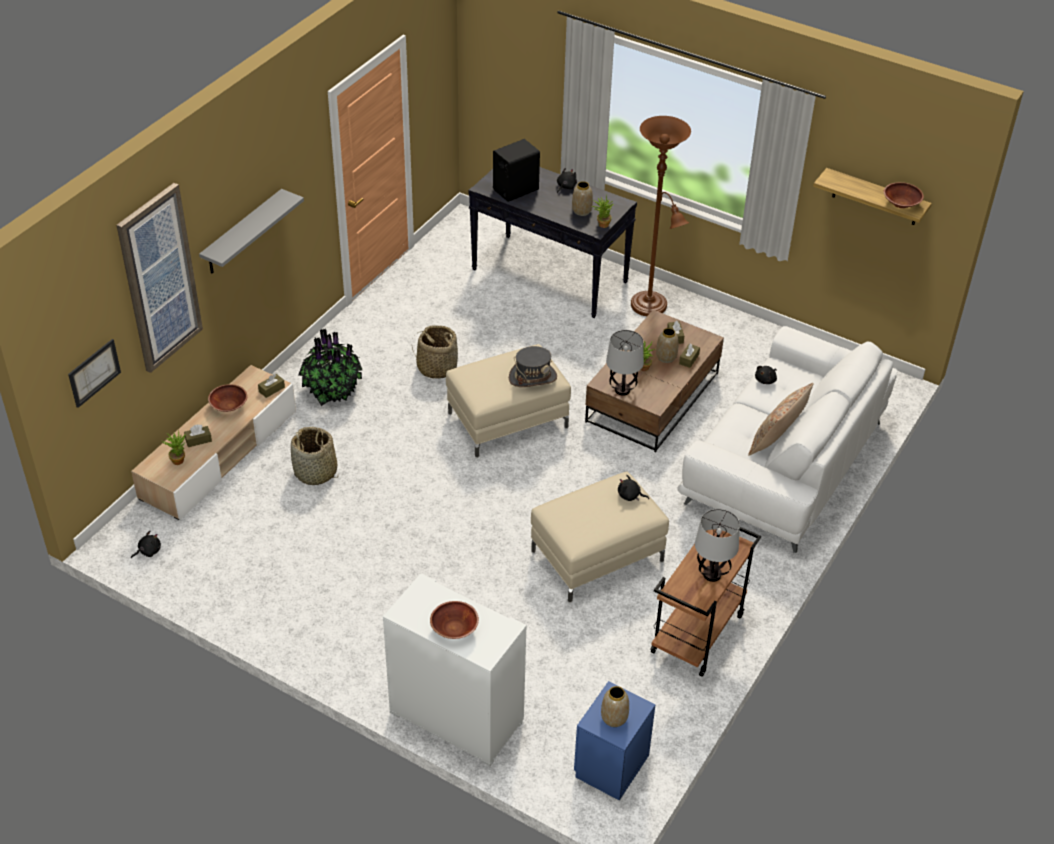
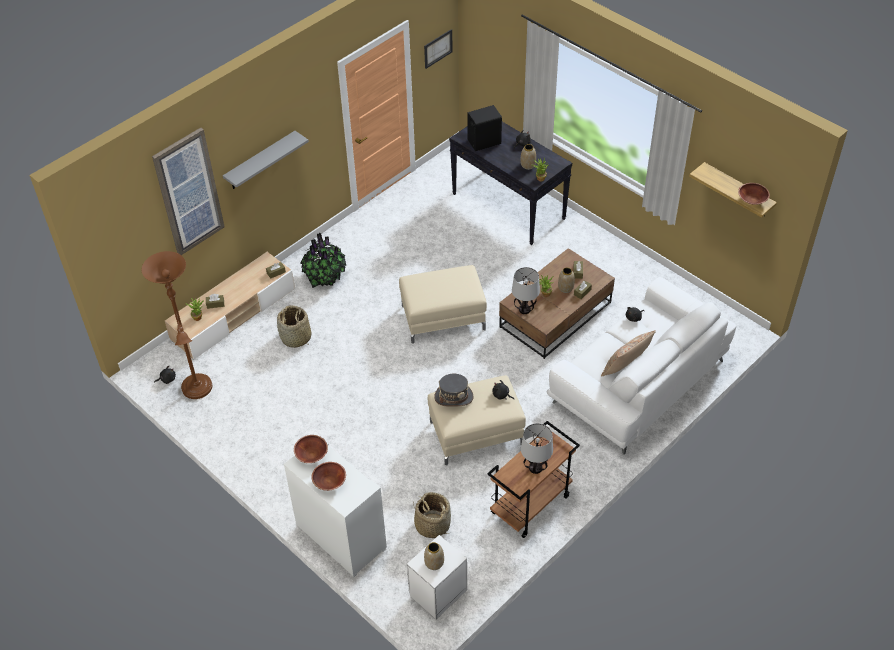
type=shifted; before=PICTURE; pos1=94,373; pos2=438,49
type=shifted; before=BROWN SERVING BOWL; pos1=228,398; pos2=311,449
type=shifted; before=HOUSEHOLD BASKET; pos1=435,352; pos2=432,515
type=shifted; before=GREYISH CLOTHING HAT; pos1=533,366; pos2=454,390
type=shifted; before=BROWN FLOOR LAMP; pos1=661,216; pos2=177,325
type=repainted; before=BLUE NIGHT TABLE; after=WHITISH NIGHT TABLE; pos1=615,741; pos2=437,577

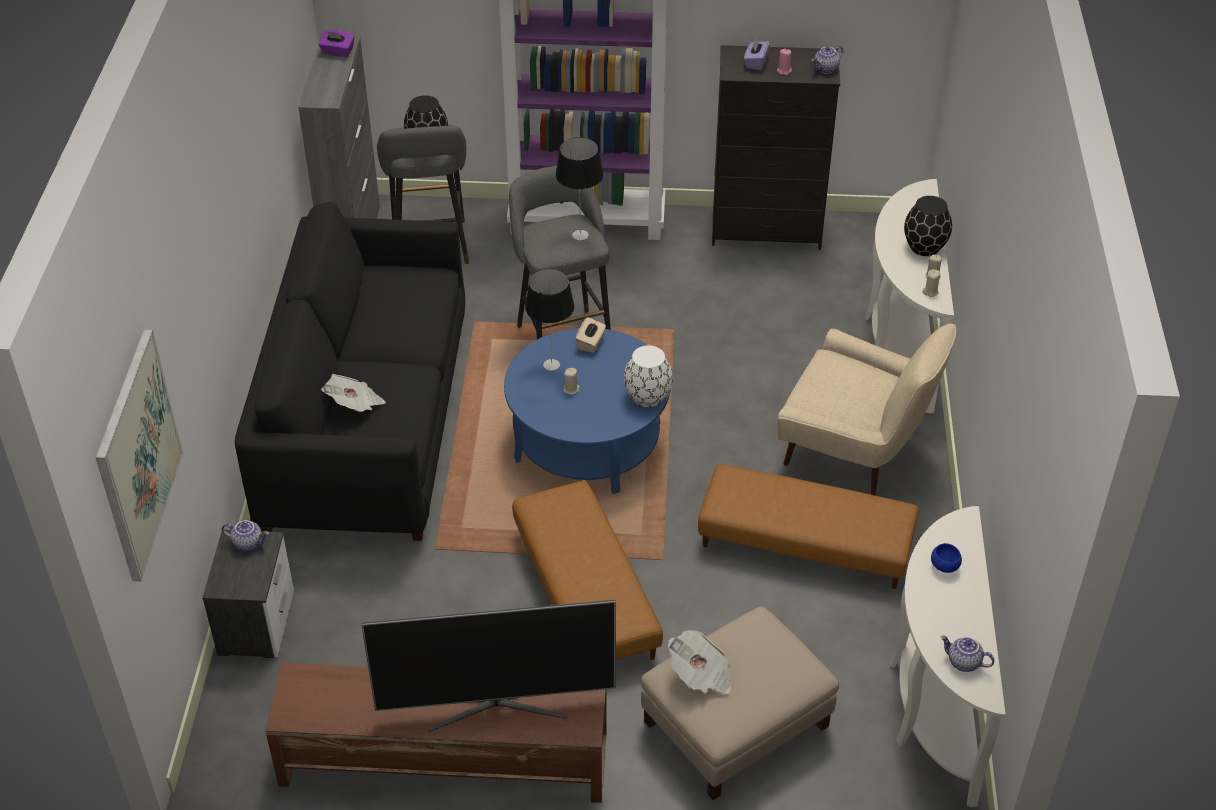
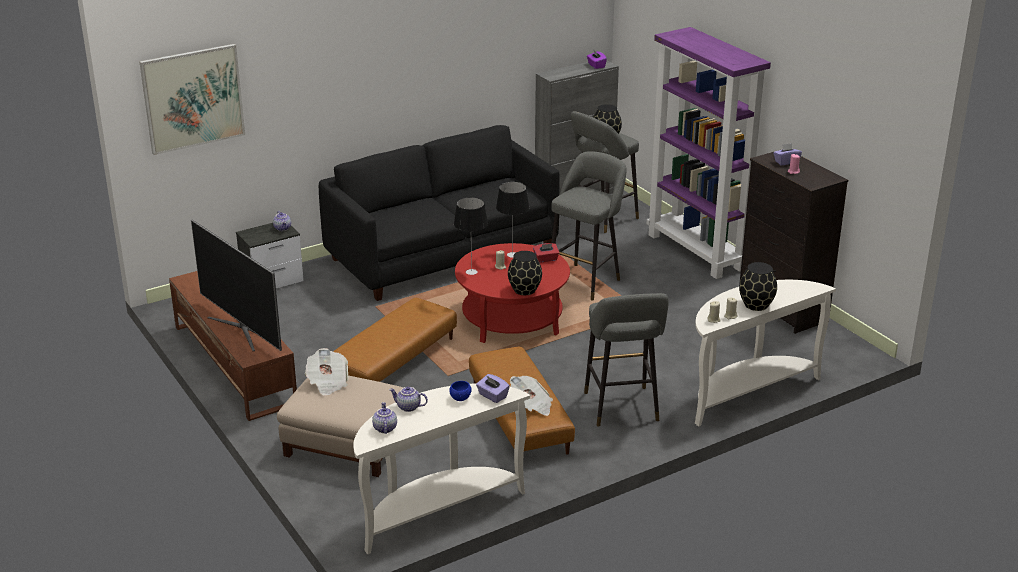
type=new; after=PURPLE TISSUE BOX; pos2=493,388
type=shifted; before=NEWSPAPER; pos1=353,393; pos2=531,396
type=shifted; before=TABLE LAMP; pos1=579,188; pos2=471,236
type=shifted; before=TEA POT; pos1=827,59; pos2=408,399
type=swapped; before=SAND-COLOURED LOUNGE CHAIR; after=GREYISH SITTING STOOL; pos1=867,409; pos2=626,360
type=repainted; before=BLUE COFFEE TABLE; after=RED COFFEE TABLE; pos1=587,411; pos2=512,293
type=repainted; before=SAND-COLOURED TISSUE BOX; after=RED TISSUE BOX; pos1=590,335; pos2=546,253
type=repainted; before=WHITISH DECORATIVE VASE; after=BLACK-COLOURED DECORATIVE VASE; pos1=648,376; pos2=525,273

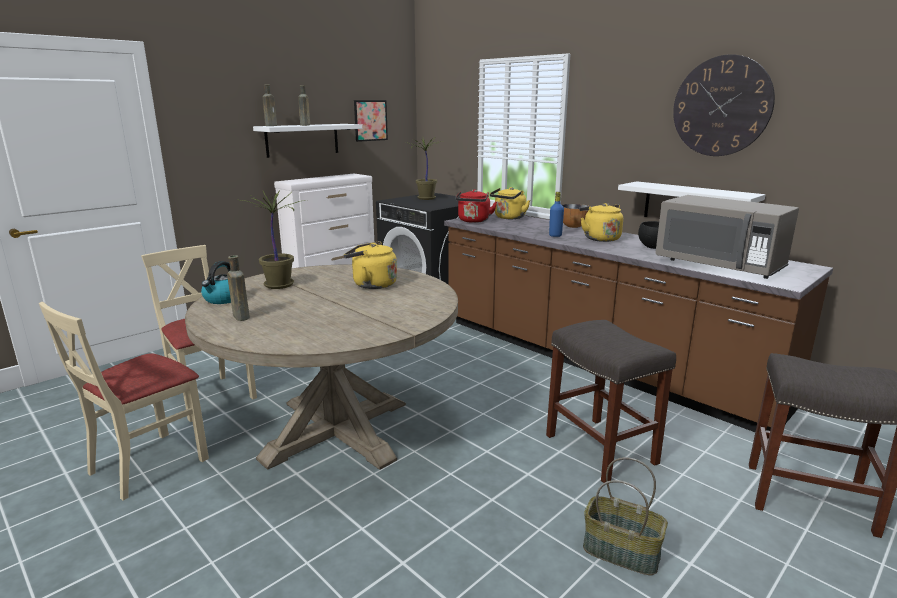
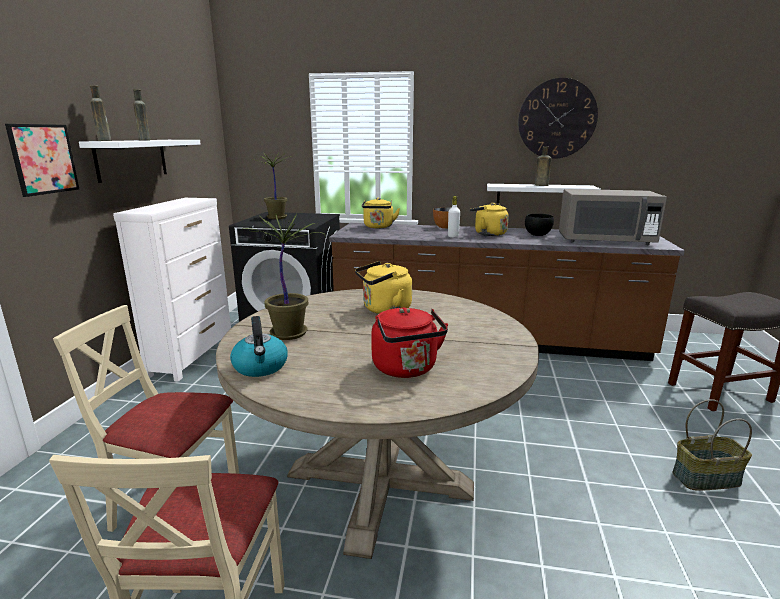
type=gone; before=GREYISH SITTING STOOL; pos1=611,401
type=shifted; before=BROWN BOTTLE; pos1=238,288; pos2=543,166
type=shifted; before=PICTURE; pos1=371,121; pos2=42,160
type=shifted; before=RED TEA KETTLE; pos1=476,206; pos2=409,342
type=repainted; before=BLUE BOTTLE; after=WHITISH BOTTLE; pos1=556,214; pos2=454,216

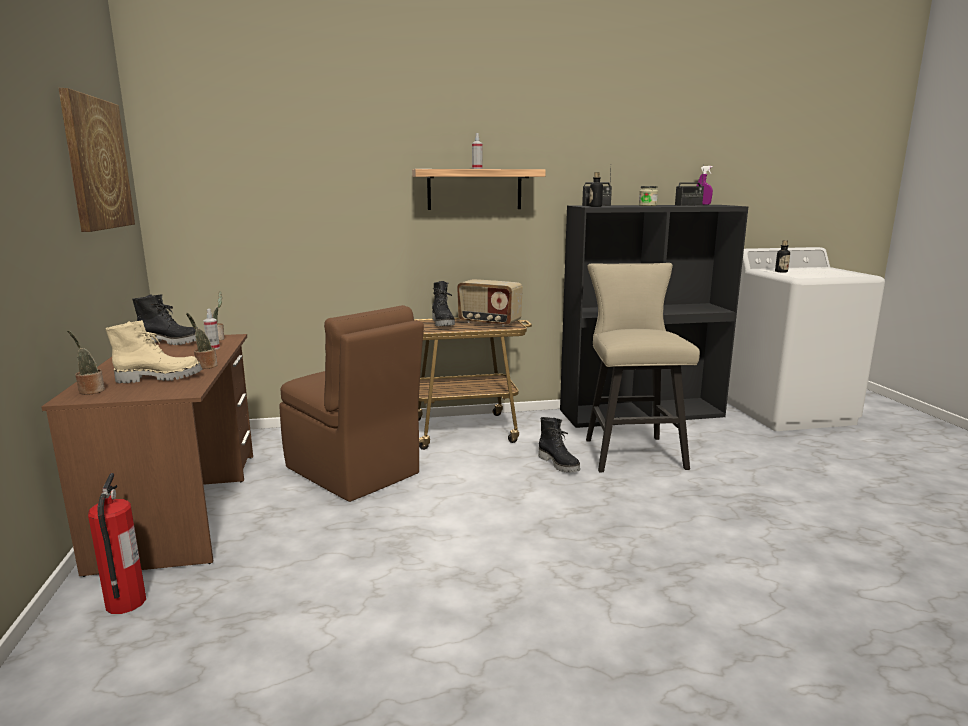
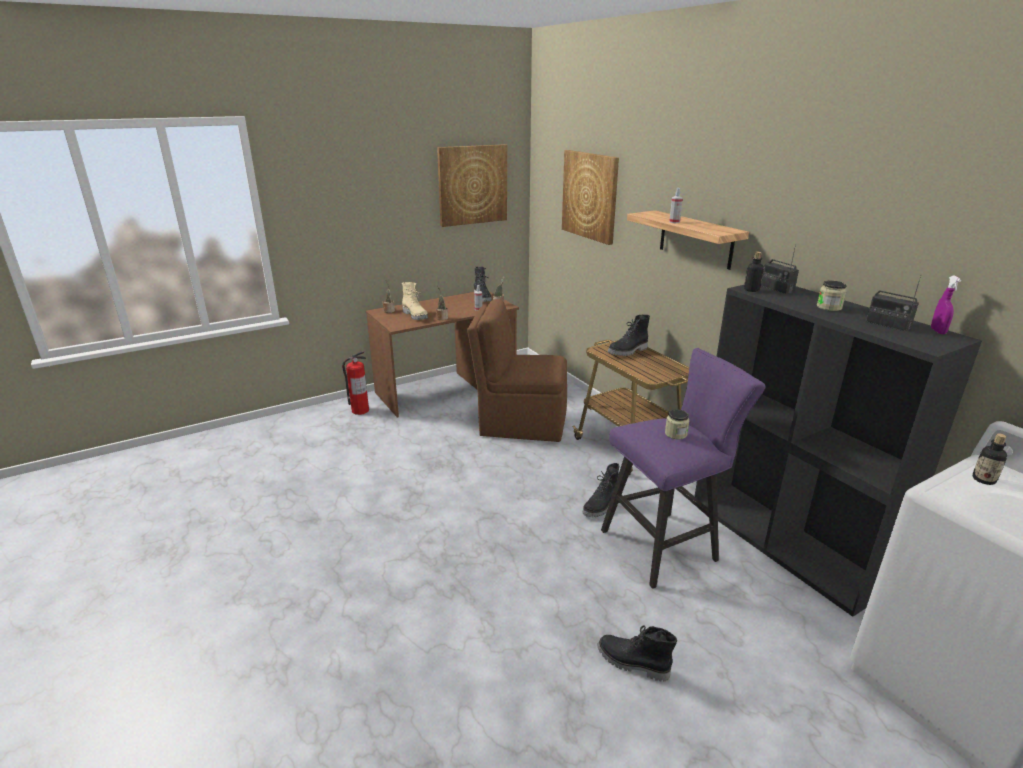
type=gone; before=RADIO RECEIVER; pos1=490,303
type=new; after=PICTURE; pos2=590,197
type=new; after=BLACK-COLOURED BOOT; pos2=637,653
type=new; after=STORAGE JAR; pos2=677,424
type=repainted; before=SAND-COLOURED SITTING STOOL; after=PURPLE SITTING STOOL; pos1=643,367; pos2=683,468
type=rotated; before=BROWN UPRIGHT CHAIR; pos1=351,403; pos2=517,370; turn=75

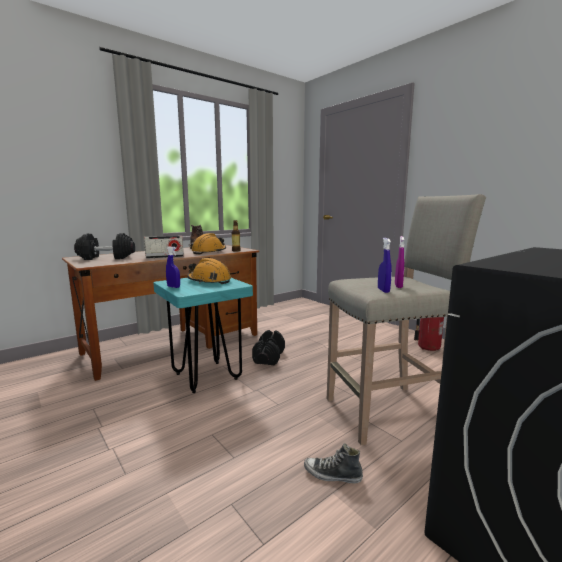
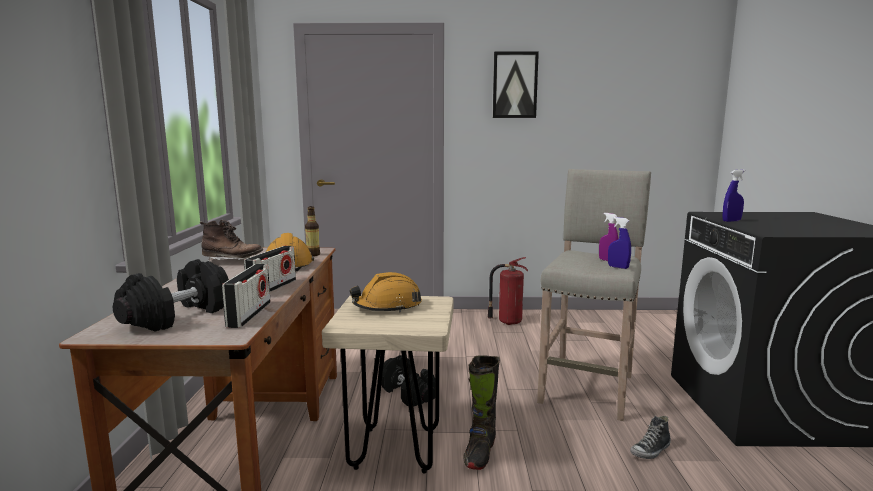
type=new; after=RADIO RECEIVER; pos2=246,296
type=new; after=BLACK-COLOURED BOOT; pos2=481,412
type=new; after=PICTURE; pos2=516,84
type=shifted; before=BLUE SPRAYER; pos1=173,267; pos2=734,196
type=repainted; before=BLUE-GREEN SITTING STOOL; after=SAND-COLOURED SITTING STOOL; pos1=203,335; pos2=387,383

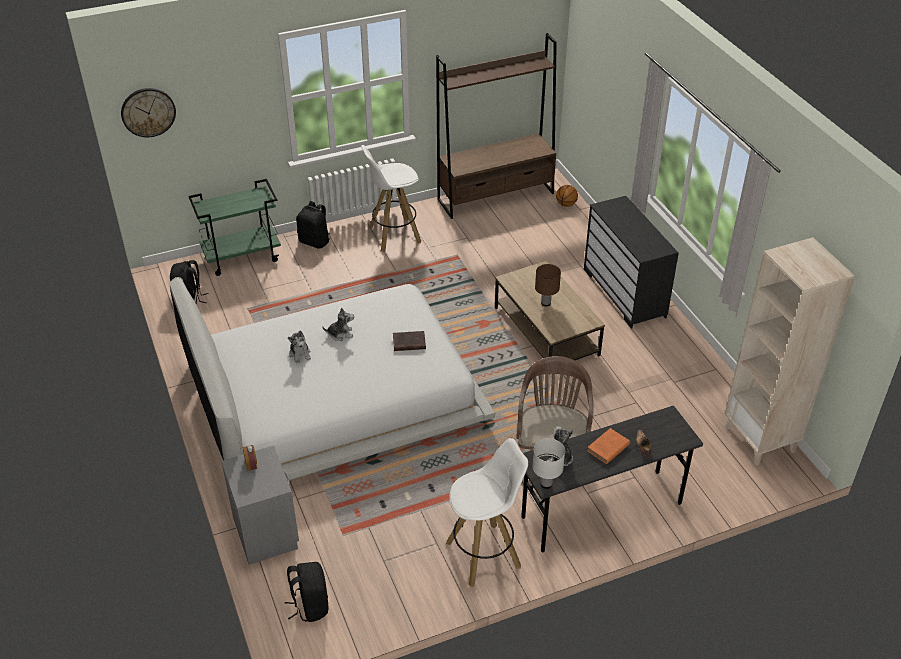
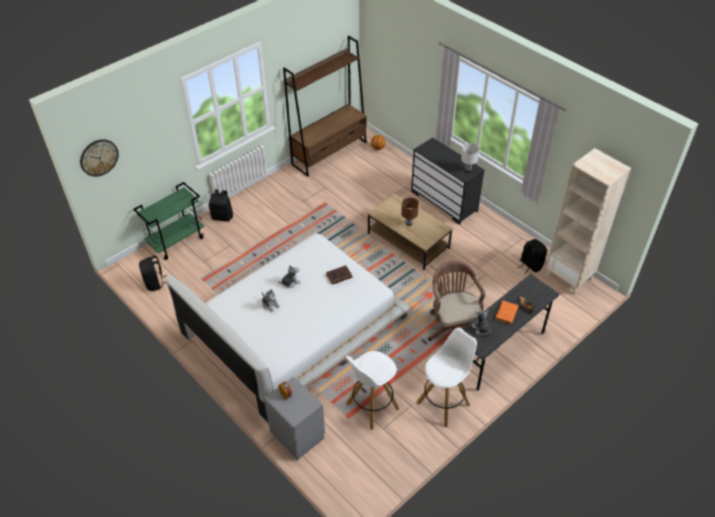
type=shifted; before=BLACK-COLOURED KNAPSACK; pos1=306,592; pos2=532,256
type=shifted; before=WHITISH SITTING STOOL; pos1=391,198; pos2=372,390
type=shifted; before=WHITISH TABLE LAMP; pos1=548,463; pos2=470,157

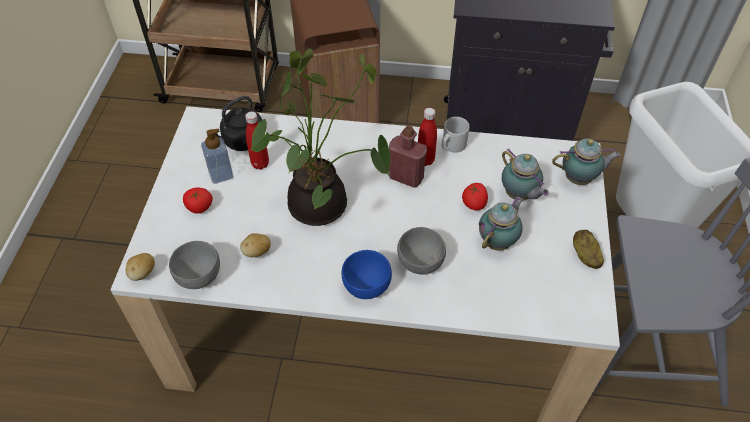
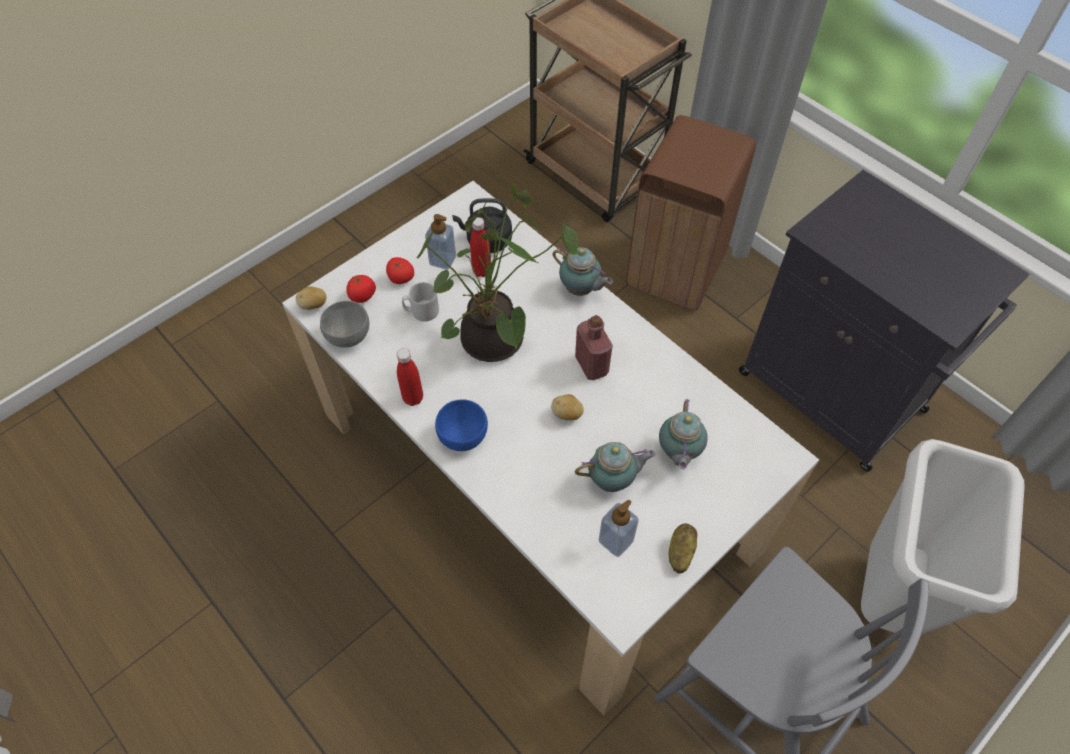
type=gone; before=GREYISH SERVING BOWL; pos1=421,251
type=new; after=SOAP DISPENSER; pos2=618,528
type=shifted; before=WHOLE POTATO; pos1=255,245; pos2=567,407
type=shifted; before=RED BOTTLE; pos1=427,137; pos2=410,377
type=shifted; before=GREYISH COFFEE MUG; pos1=455,134; pos2=420,302
type=shifted; before=FRESH TOMATO; pos1=475,196; pos2=361,289
type=shifted; before=TEA POT; pos1=586,162; pos2=583,271

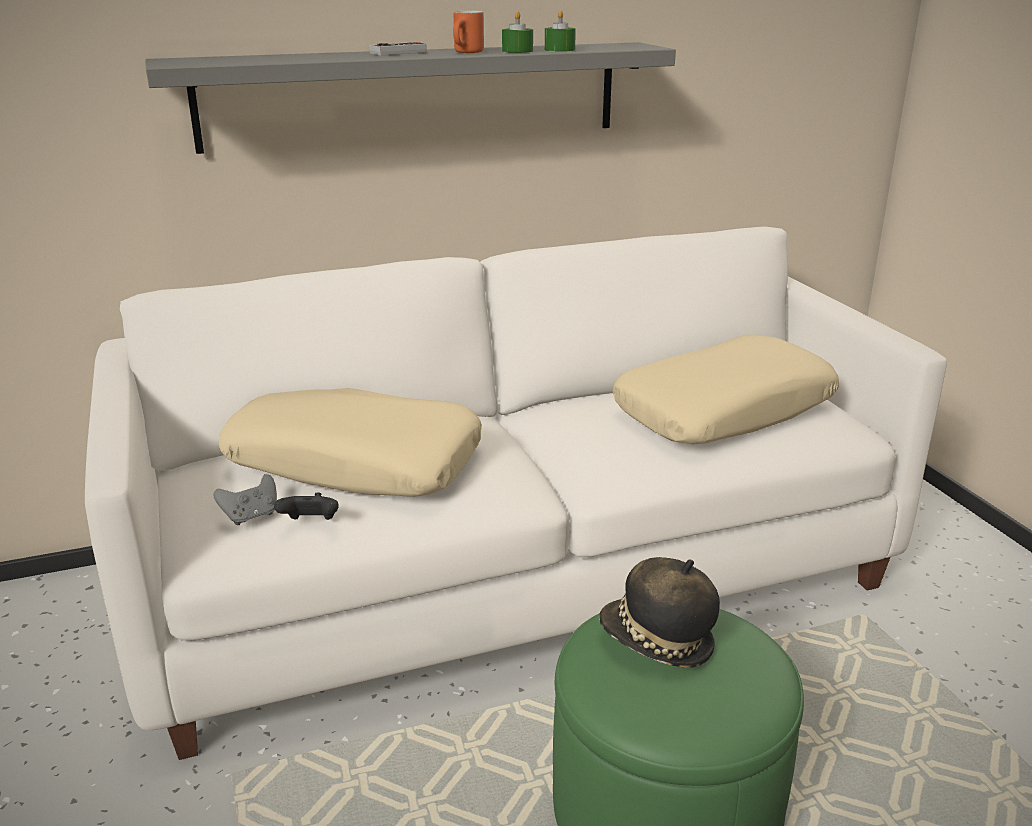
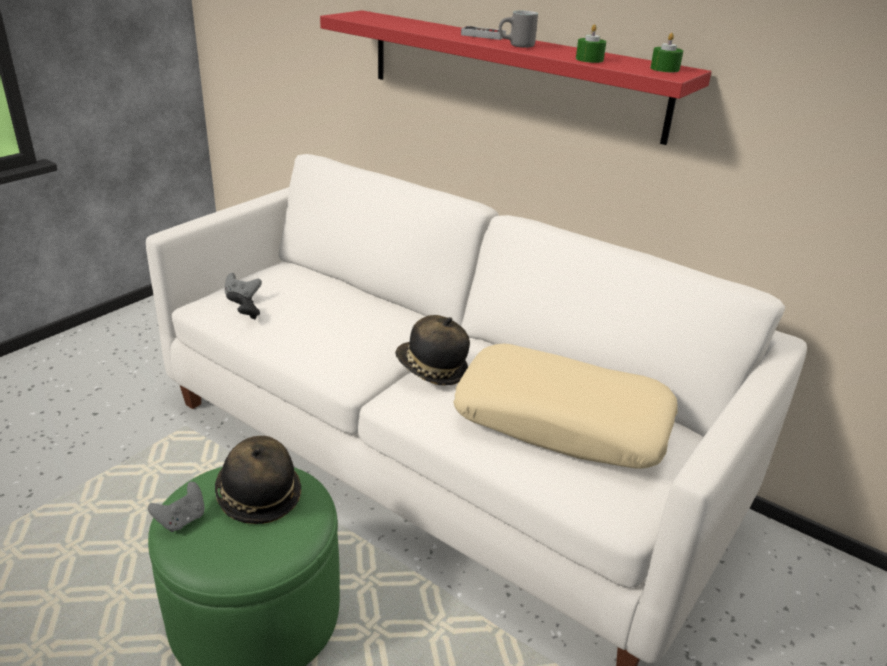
type=gone; before=SAND-COLOURED THROW PILLOW; pos1=350,442
type=new; after=GREYISH JOYPAD; pos2=176,507
type=new; after=CLOTHING HAT; pos2=432,350
type=shifted; before=GREENISH WAX CANDLE; pos1=517,32; pos2=666,52
type=repainted; before=GREYISH BRACKET SHELF; after=RED BRACKET SHELF; pos1=410,98; pos2=516,77
type=repainted; before=ORANGEY COFFEE MUG; after=GREYISH COFFEE MUG; pos1=468,32; pos2=518,29

